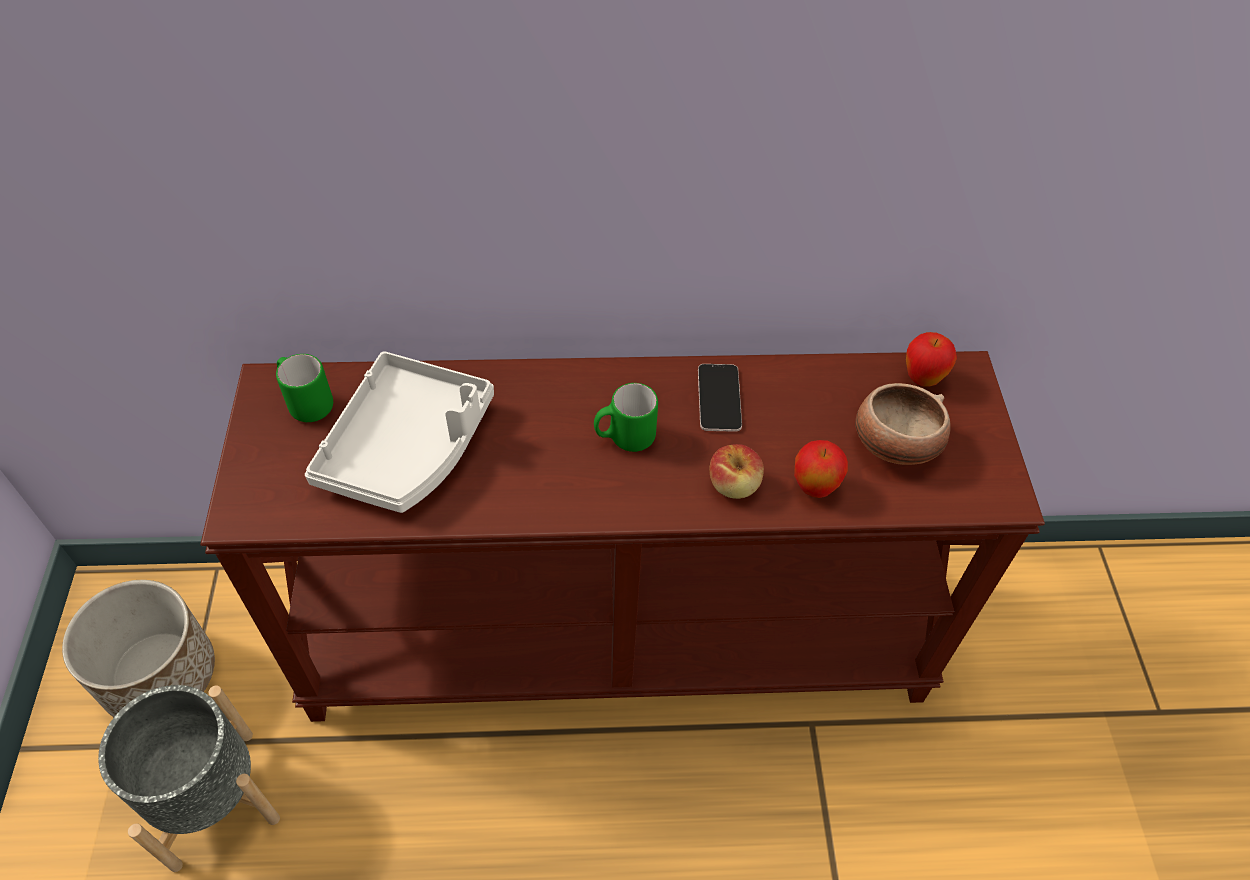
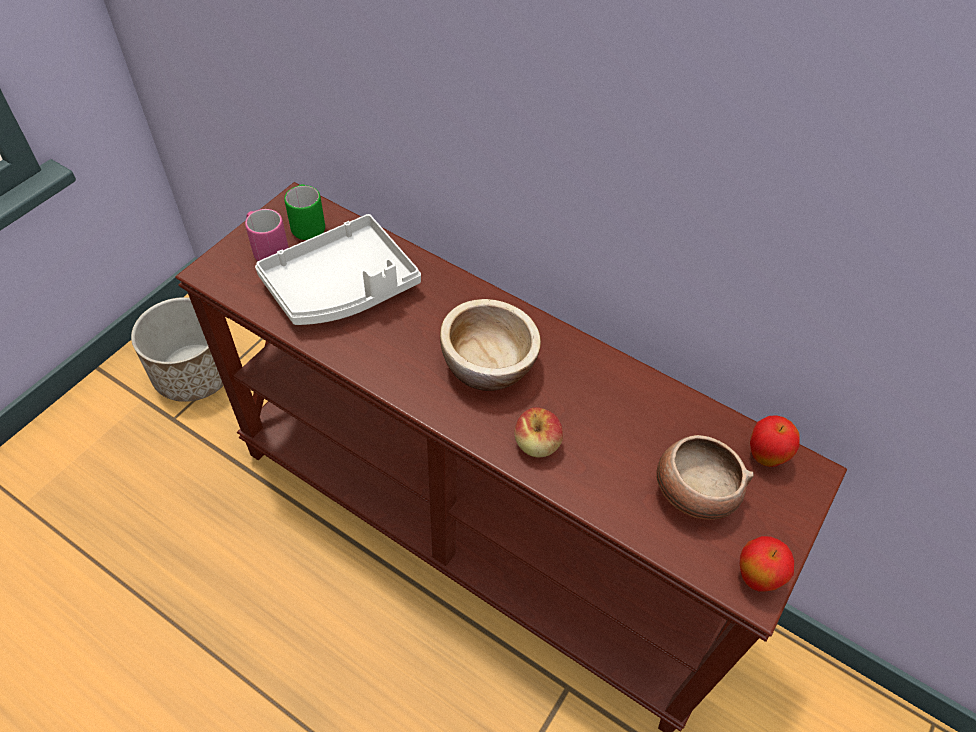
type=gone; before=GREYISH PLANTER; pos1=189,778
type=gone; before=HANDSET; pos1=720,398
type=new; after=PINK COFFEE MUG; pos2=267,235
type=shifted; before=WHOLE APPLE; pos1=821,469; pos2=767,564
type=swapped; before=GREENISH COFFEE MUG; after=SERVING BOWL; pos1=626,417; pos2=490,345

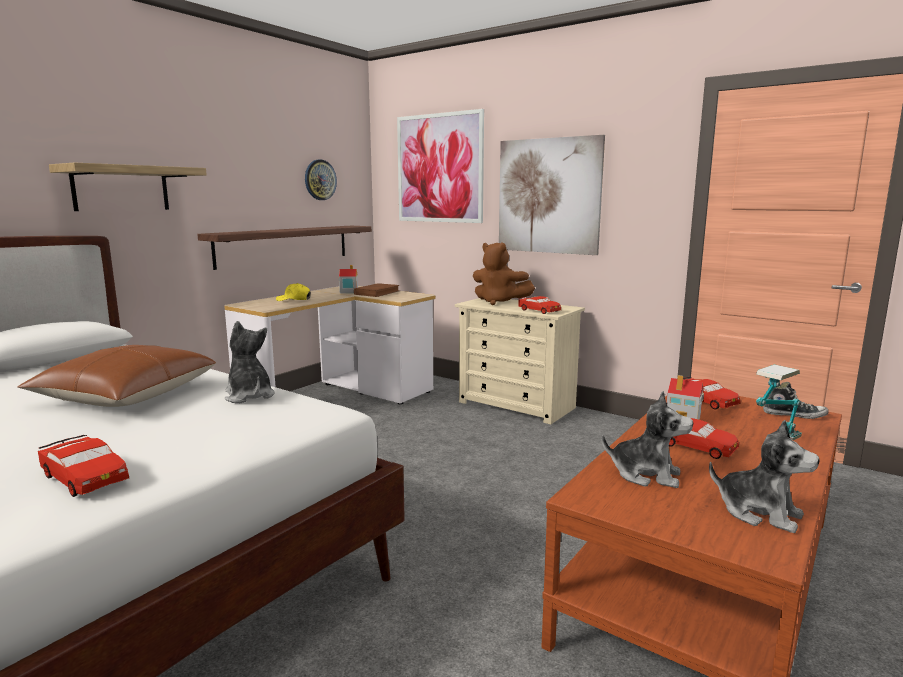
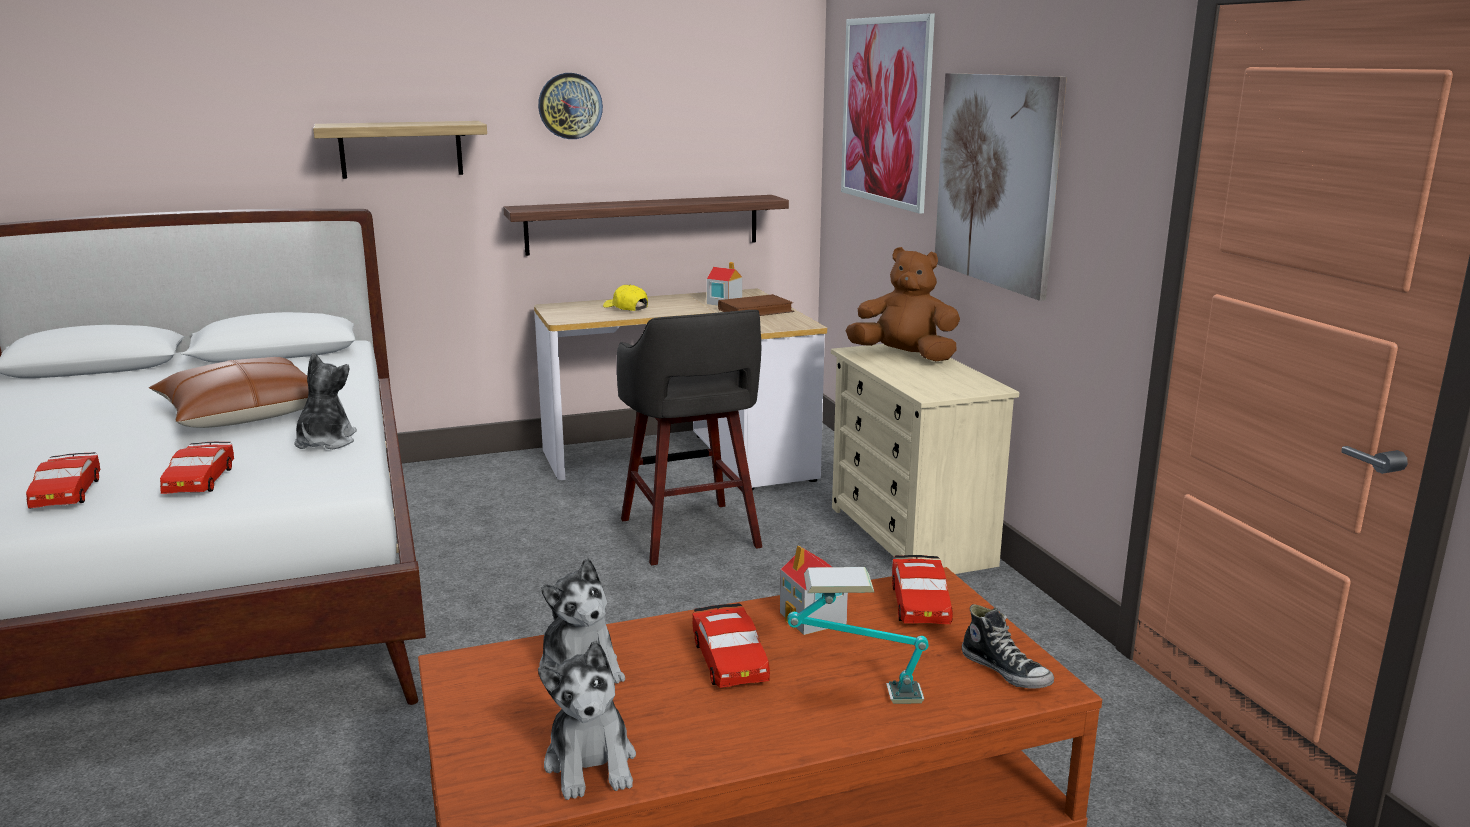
type=new; after=GREYISH SITTING STOOL; pos2=689,437
type=shifted; before=HANGING CLOCK; pos1=321,180; pos2=570,106
type=shifted; before=RED MODEL CAR; pos1=539,305; pos2=197,468
type=rotated; before=BROWN PLUSH TOY; pos1=504,273; pos2=902,304; turn=135

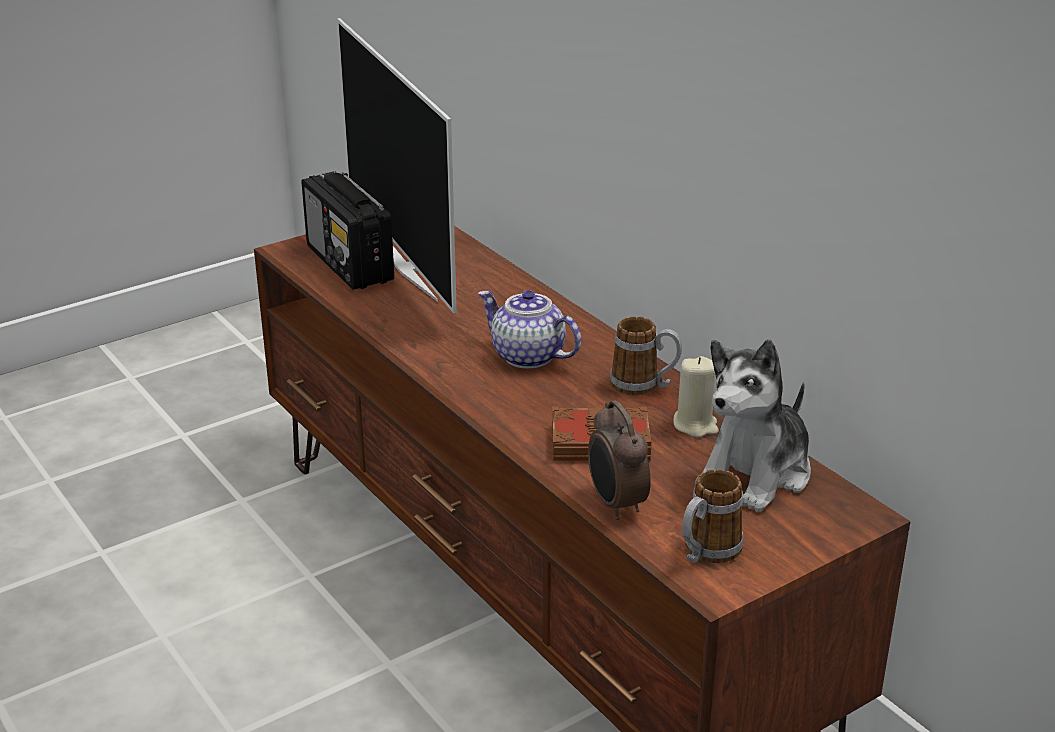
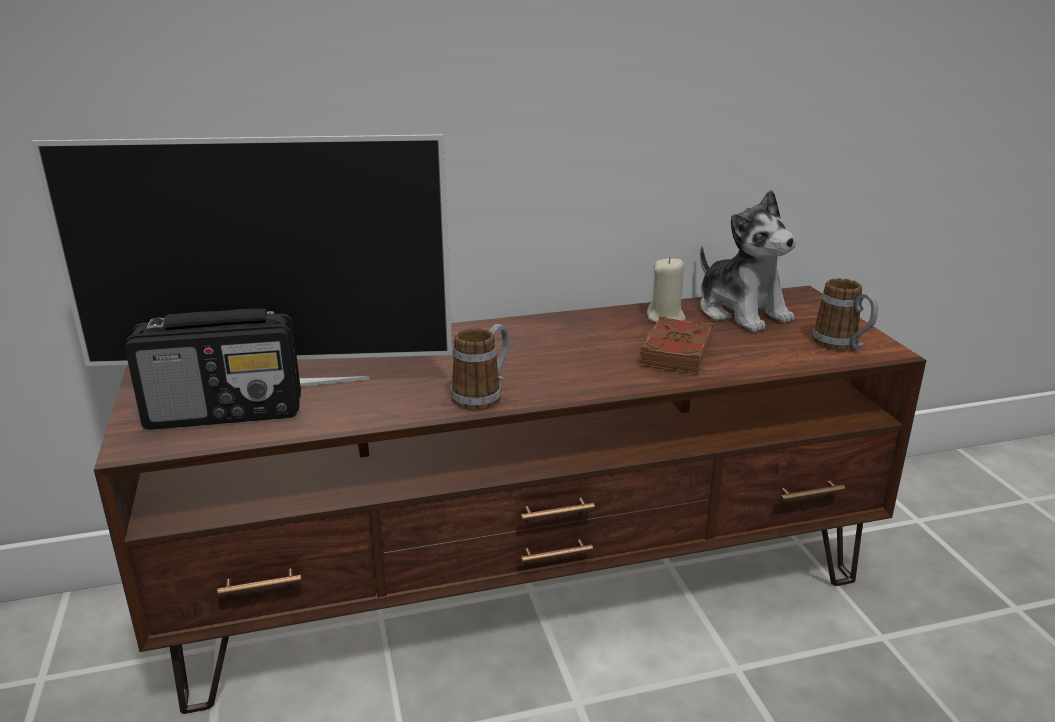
type=gone; before=TEA POT; pos1=529,329
type=gone; before=BEDSIDE CLOCK; pos1=619,460
type=shifted; before=COFFEE MUG; pos1=646,356; pos2=480,367

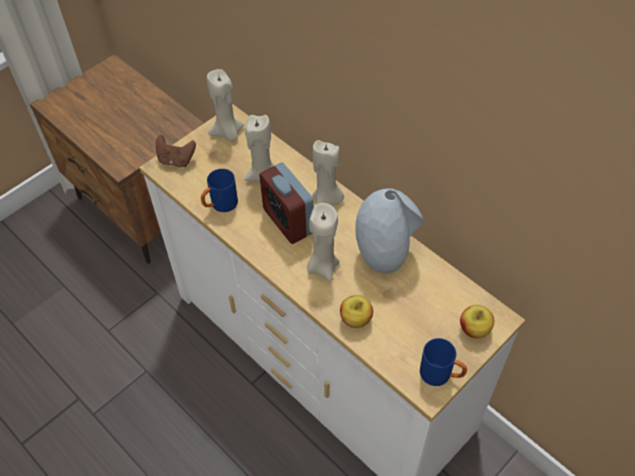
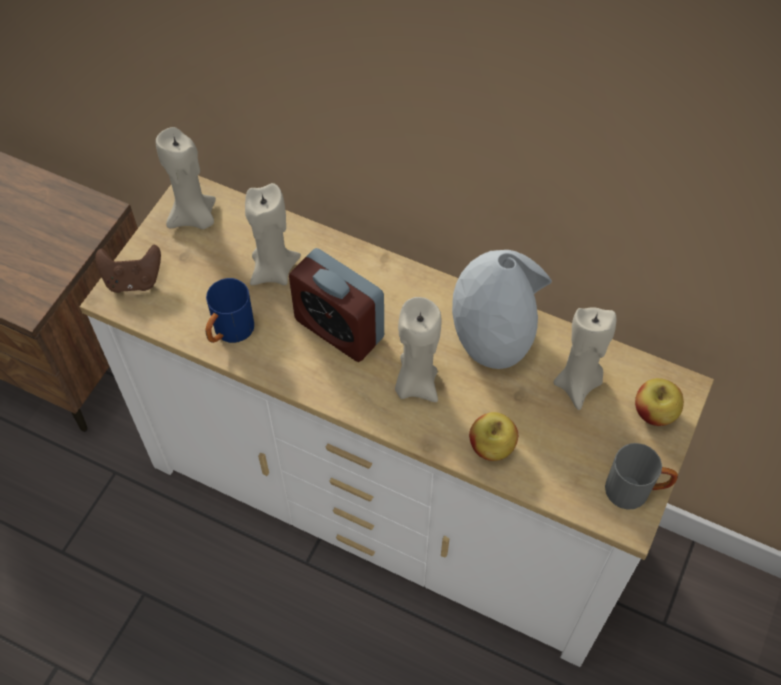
type=shifted; before=SAND-COLOURED WAX CANDLE; pos1=328,173; pos2=584,358
type=repainted; before=BLUE COFFEE MUG; after=GREYISH COFFEE MUG; pos1=443,362; pos2=641,476

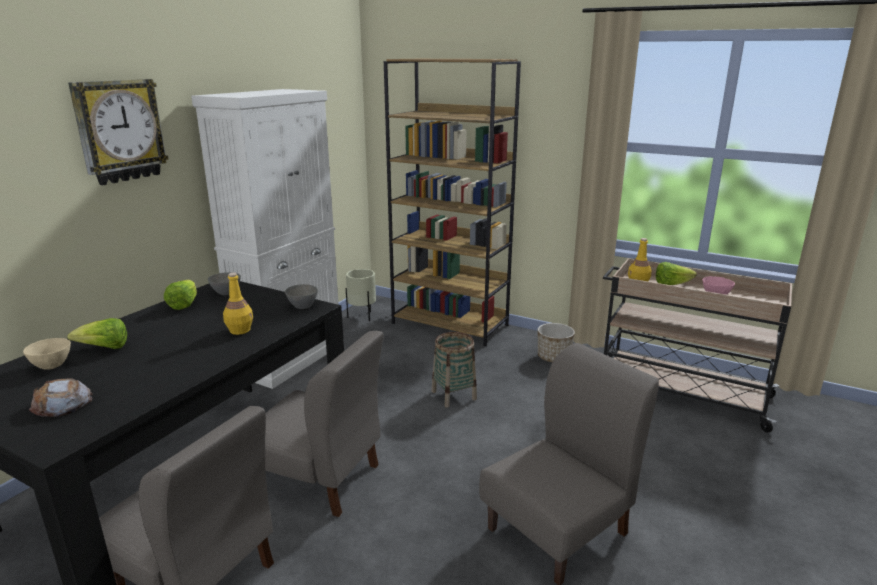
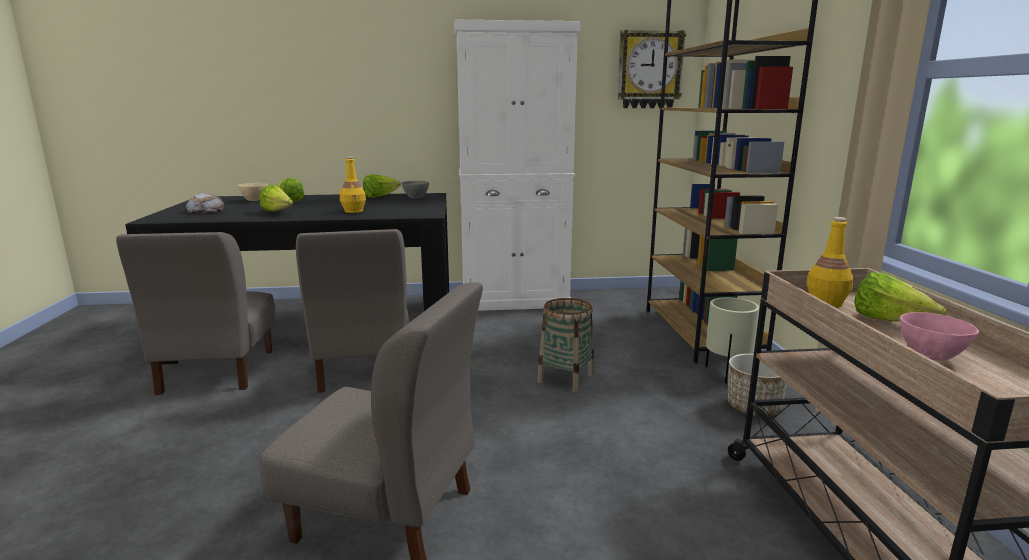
type=gone; before=GREYISH SERVING BOWL; pos1=301,296
type=new; after=LETTUCE HEAD; pos2=276,198
type=shifted; before=HANGING CLOCK; pos1=118,132; pos2=651,69
type=shifted; before=SAND-COLOURED PLANTER; pos1=361,295; pos2=732,340

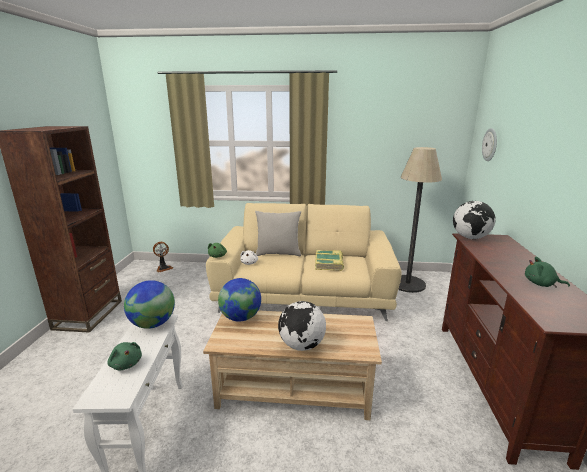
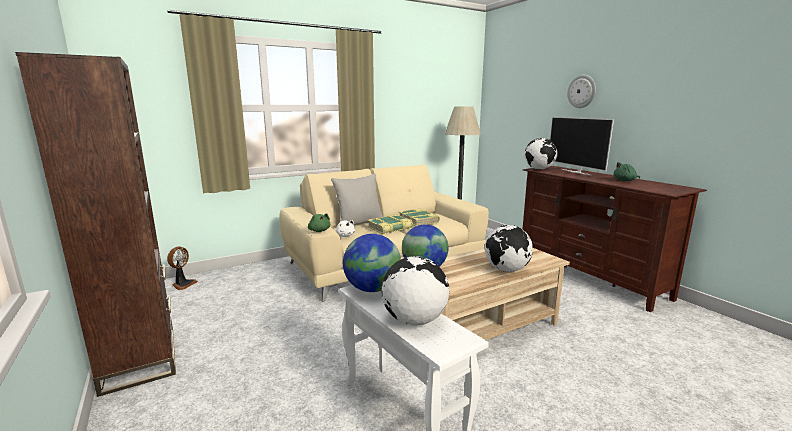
type=new; after=VOLUME; pos2=390,224
type=new; after=TV SET; pos2=582,146
type=shifted; before=HANGING CLOCK; pos1=489,144; pos2=581,91
type=swapped; before=GREENISH PLUSH TOY; after=GLOBE; pos1=125,356; pos2=415,290

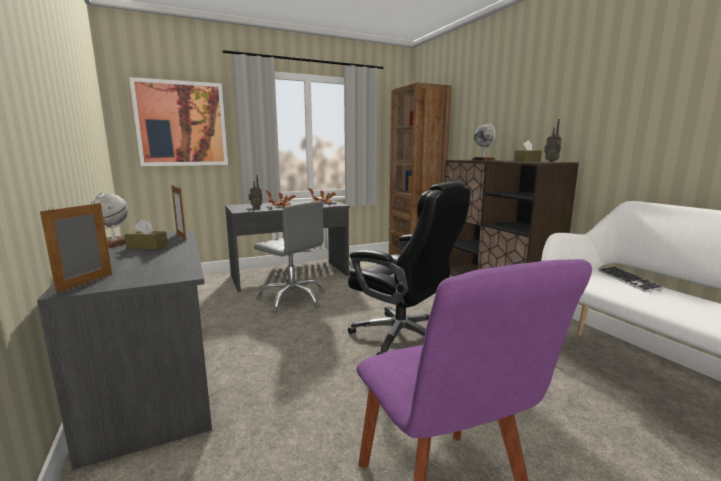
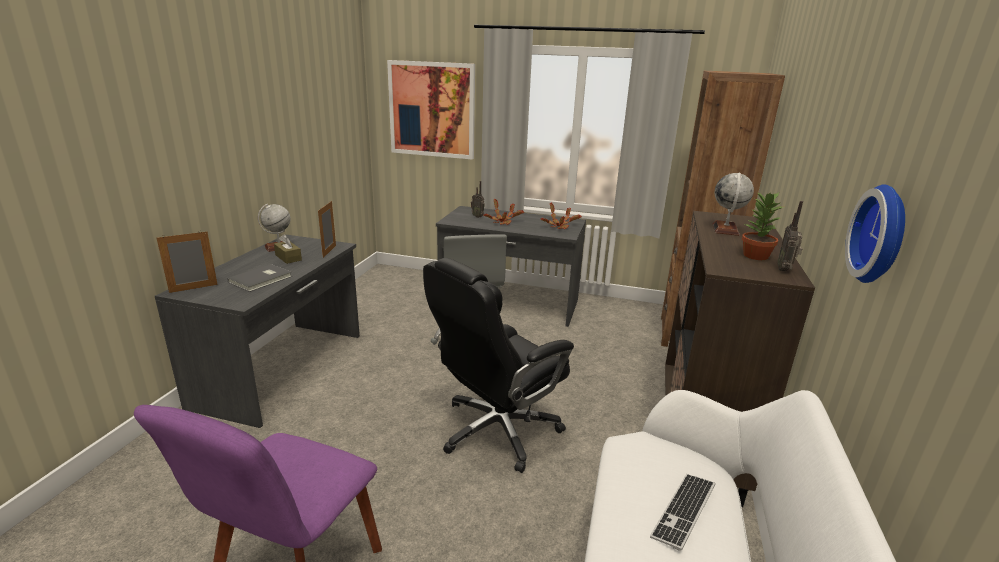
type=new; after=GREYISH VOLUME; pos2=259,278
type=new; after=HANGING CLOCK; pos2=875,233
type=swapped; before=BROWN TISSUE BOX; after=POTTED PLANT; pos1=528,151; pos2=763,226
type=rotated; before=BLACK-COLOURED OFFICE CHAIR; pos1=409,268; pos2=498,365; turn=60

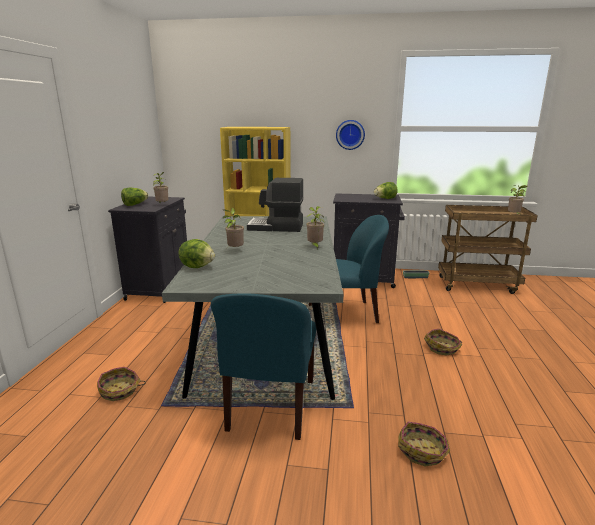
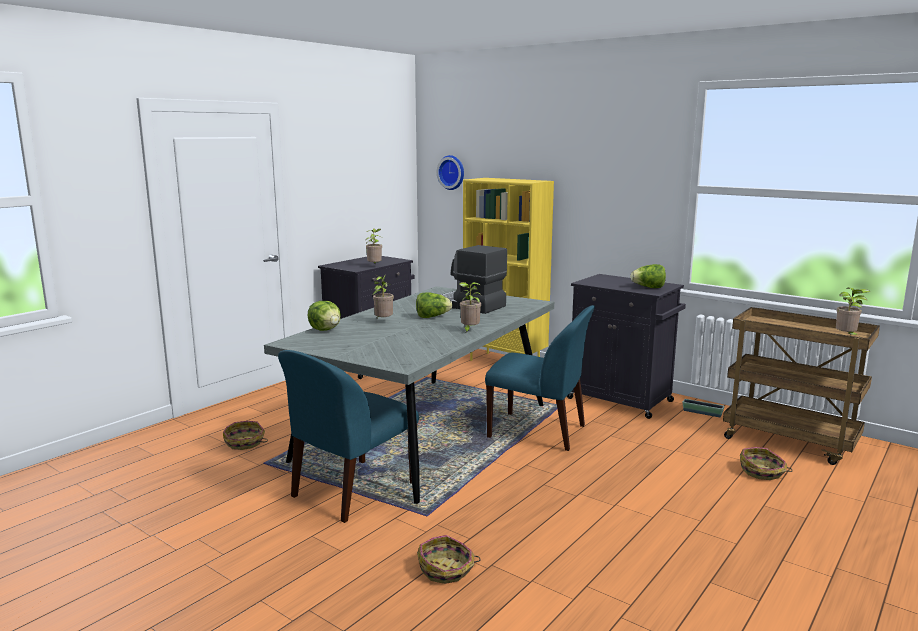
type=shifted; before=LETTUCE HEAD; pos1=134,197; pos2=434,305
type=shifted; before=HANGING CLOCK; pos1=350,135; pos2=450,172
type=shifted; before=HOUSEHOLD BASKET; pos1=443,342; pos2=766,463

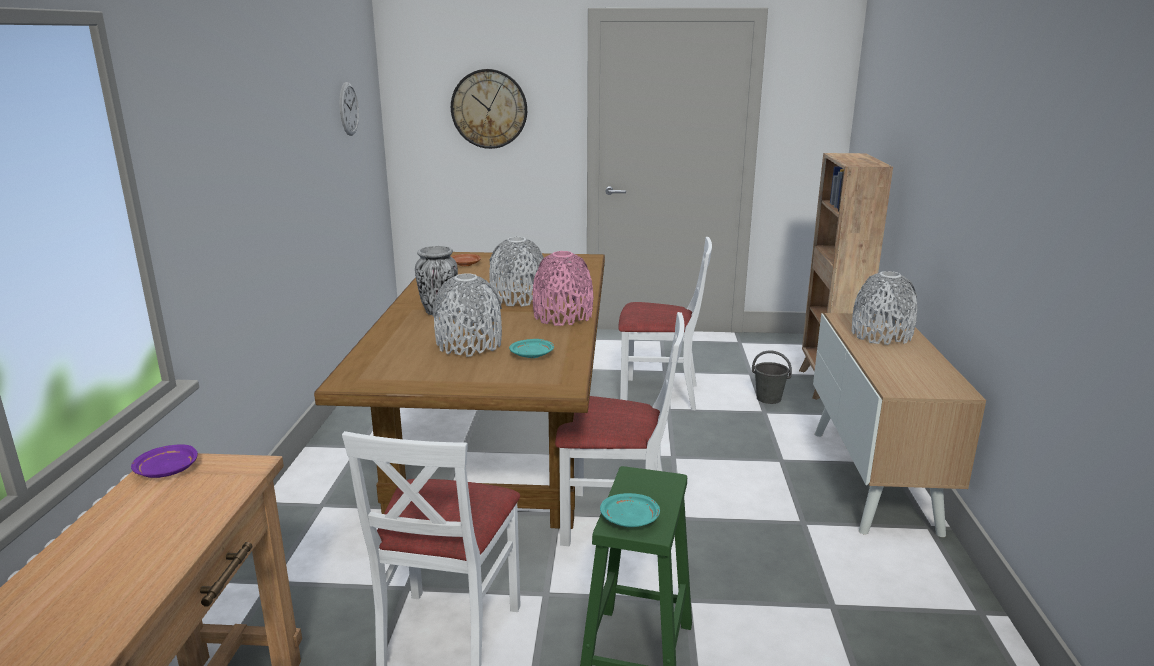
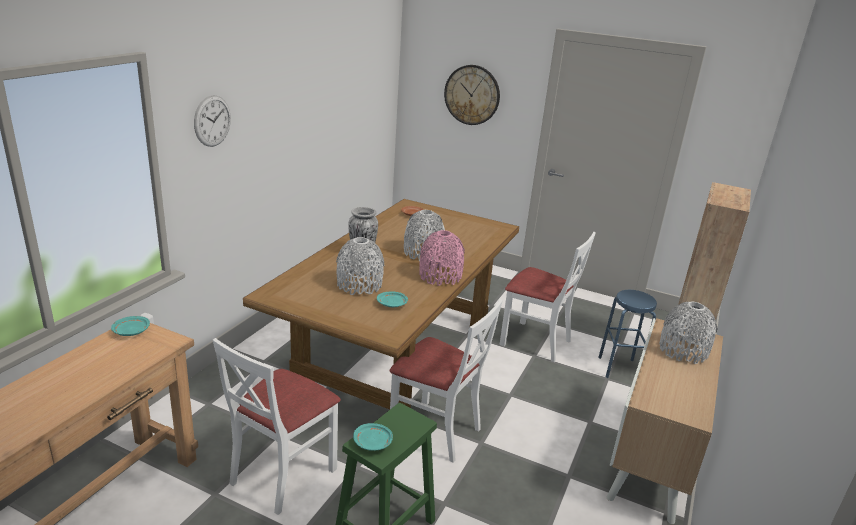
type=shifted; before=HANGING CLOCK; pos1=349,109; pos2=212,121
type=swapped; before=GREYISH PAIL; after=BLUE SITTING STOOL; pos1=772,377; pos2=627,334
type=repainted; before=PURPLE FLAT DISH; after=BLUE-GREEN FLAT DISH; pos1=164,461; pos2=130,326

